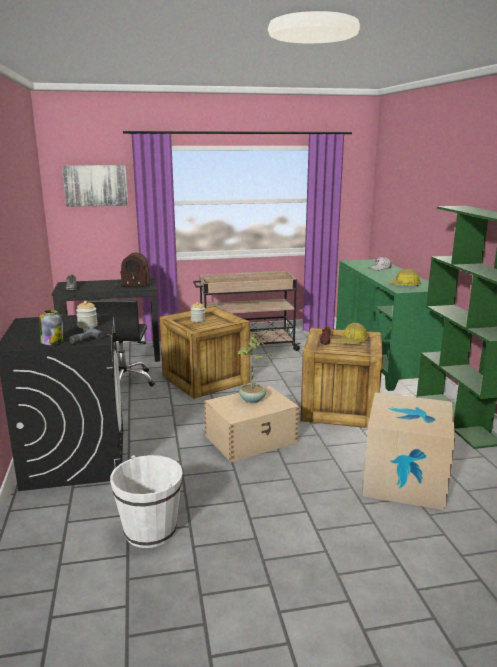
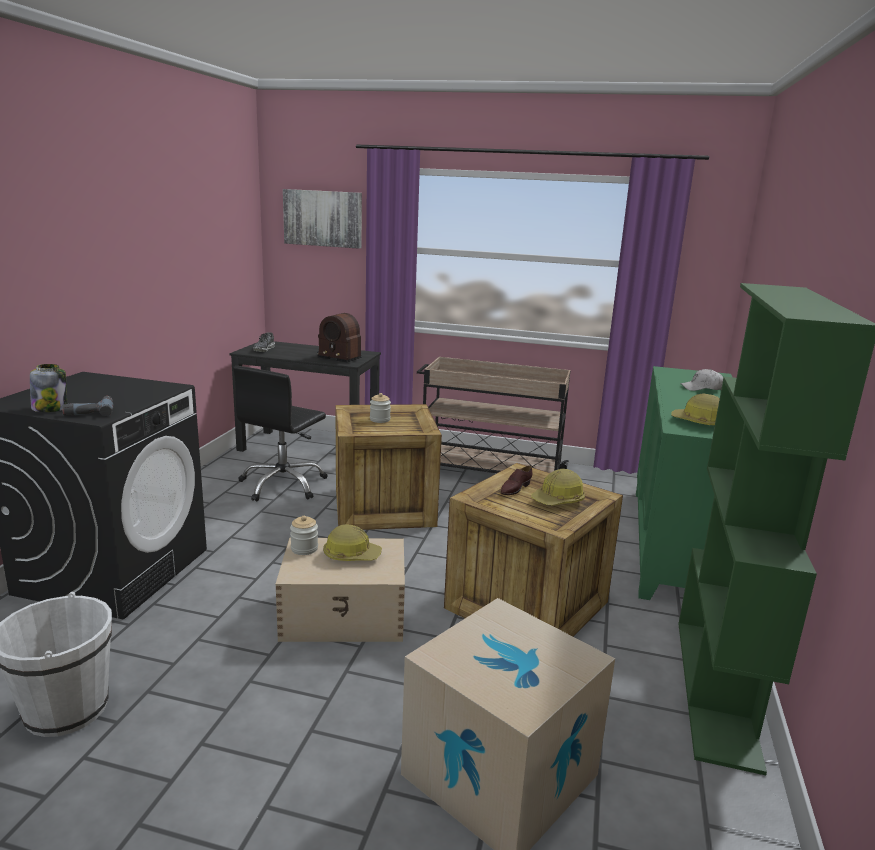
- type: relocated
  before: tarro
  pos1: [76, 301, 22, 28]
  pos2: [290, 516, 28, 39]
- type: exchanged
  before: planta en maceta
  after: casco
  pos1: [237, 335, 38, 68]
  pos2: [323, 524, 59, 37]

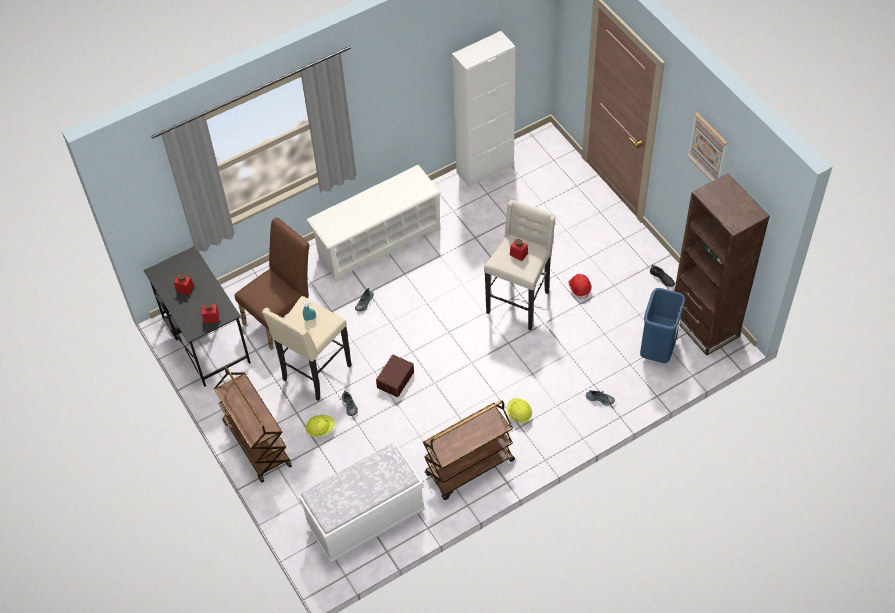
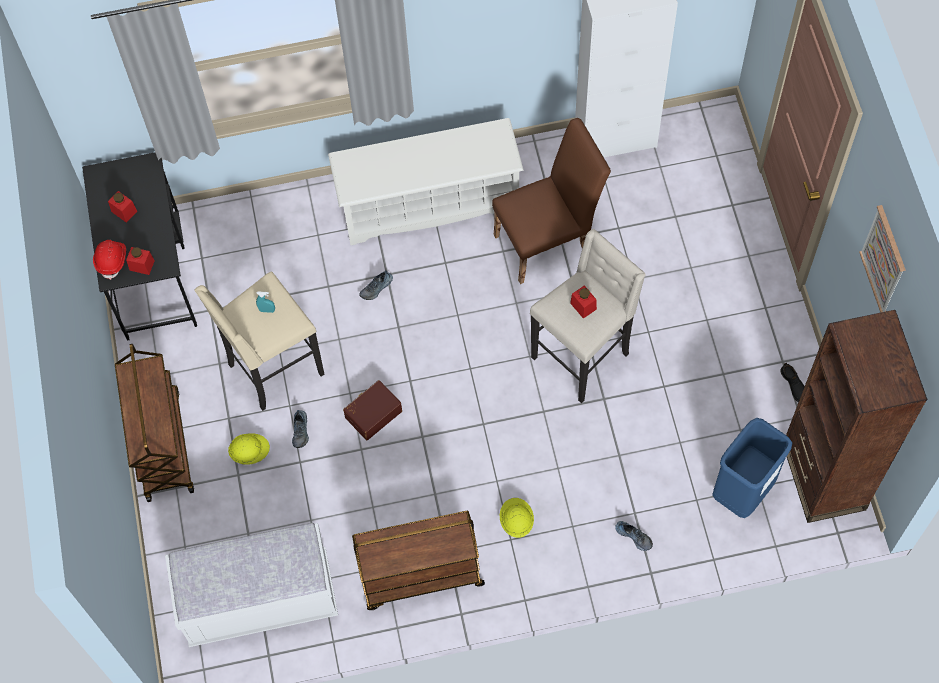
- type: relocated
  before: casco [rojo]
  pos1: [569, 274, 23, 25]
  pos2: [93, 240, 33, 40]
- type: relocated
  before: silla [marrón]
  pos1: [235, 218, 74, 132]
  pos2: [492, 118, 119, 166]

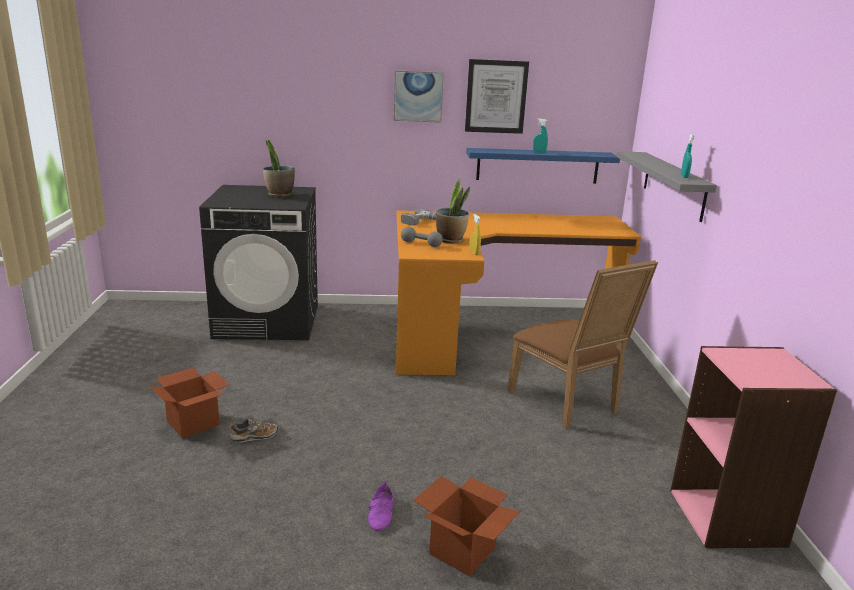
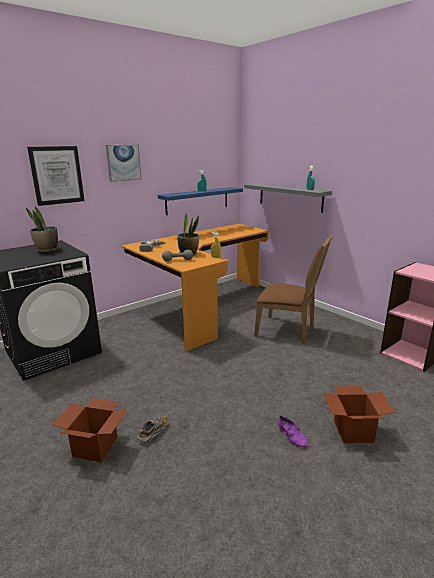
- type: relocated
  before: cuadro
  pos1: [465, 59, 64, 75]
  pos2: [27, 146, 58, 60]

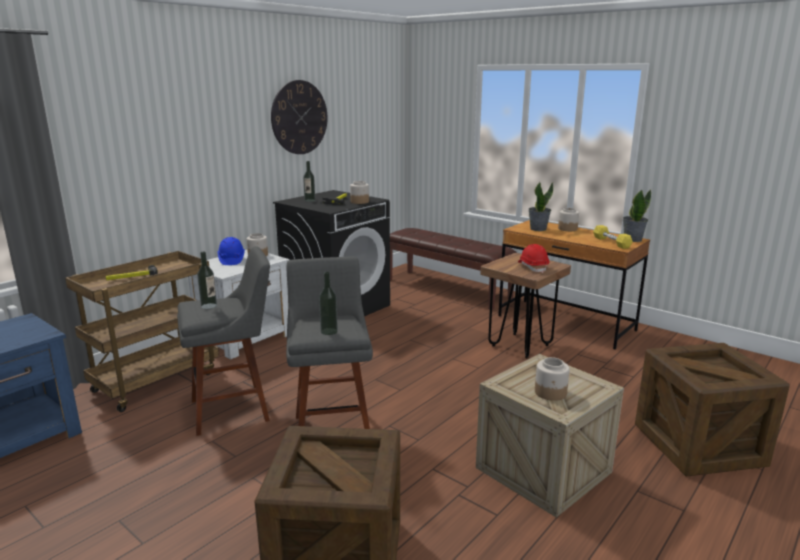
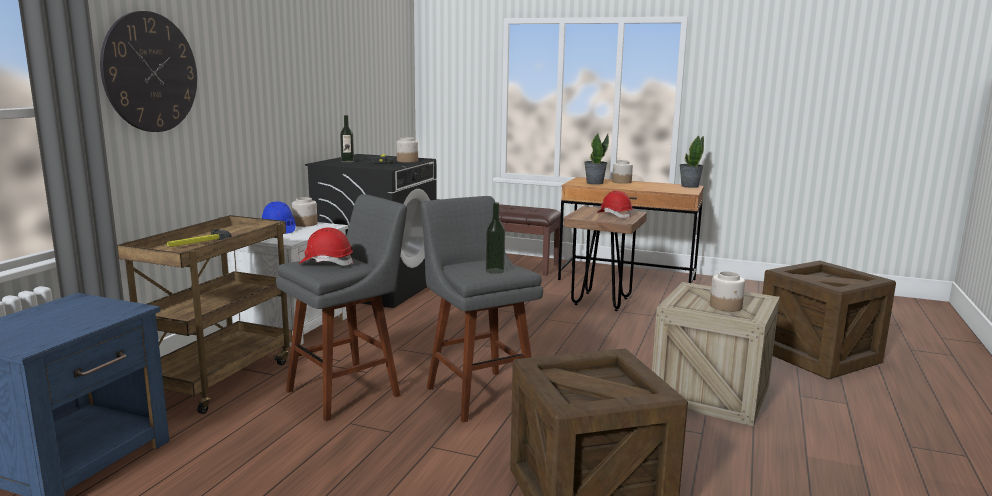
- type: relocated
  before: reloj de pared
  pos1: [271, 80, 57, 74]
  pos2: [100, 11, 97, 121]
- type: exchanged
  before: botella
  after: casco [rojo]
  pos1: [197, 252, 20, 57]
  pos2: [299, 227, 54, 38]
- type: missing
  before: mancuerna [amarillo]
  pos1: [593, 225, 40, 24]

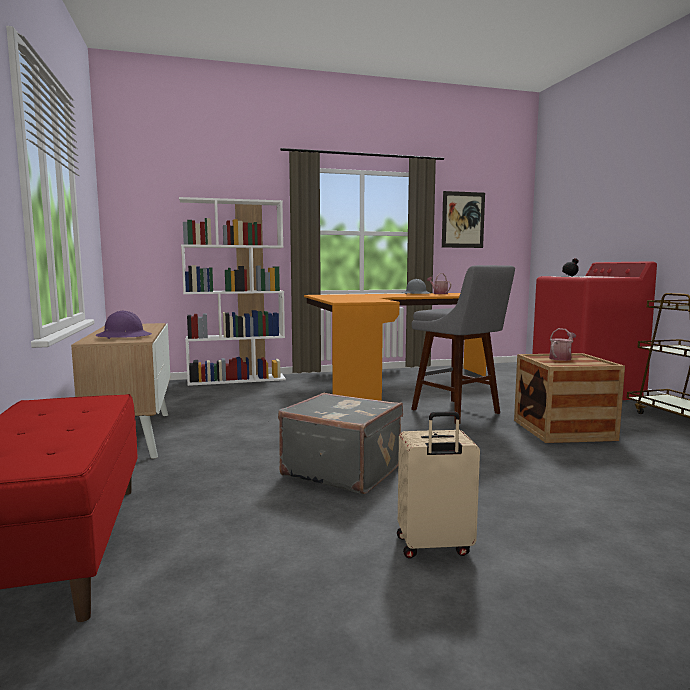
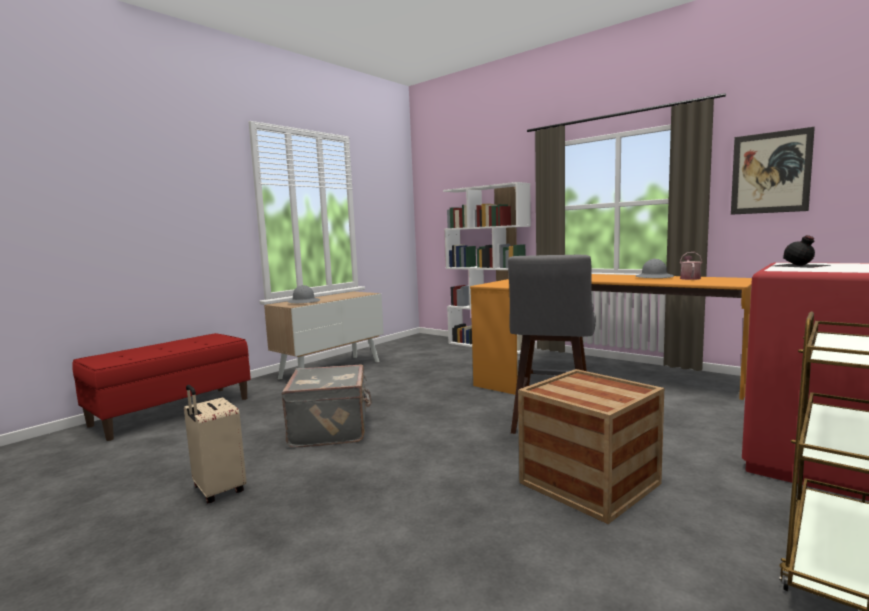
- type: colour
  before: casco [morado]
  after: casco [gris]
  pos1: [96, 311, 56, 28]
  pos2: [287, 285, 33, 18]
- type: missing
  before: regadera
  pos1: [549, 328, 27, 33]

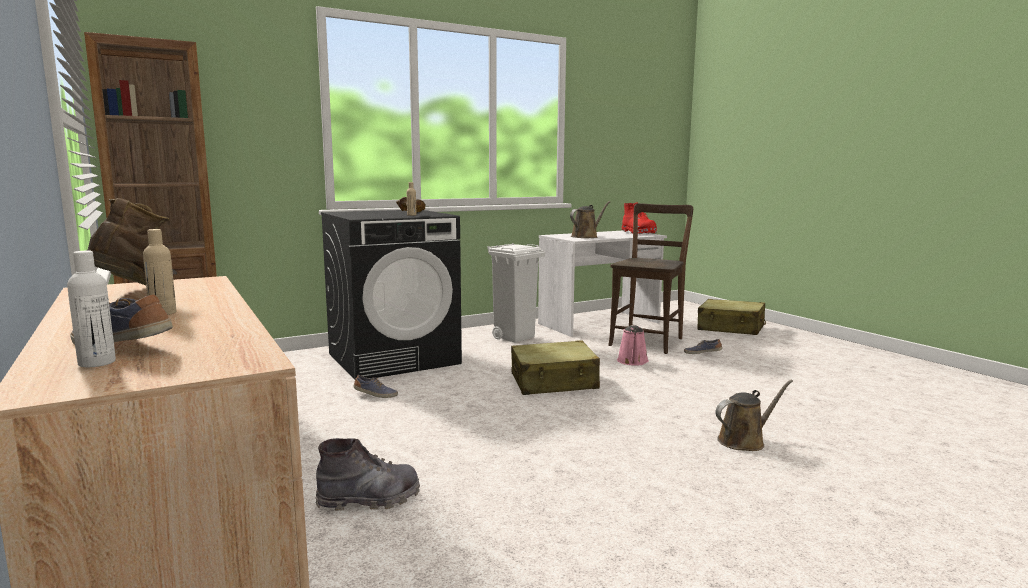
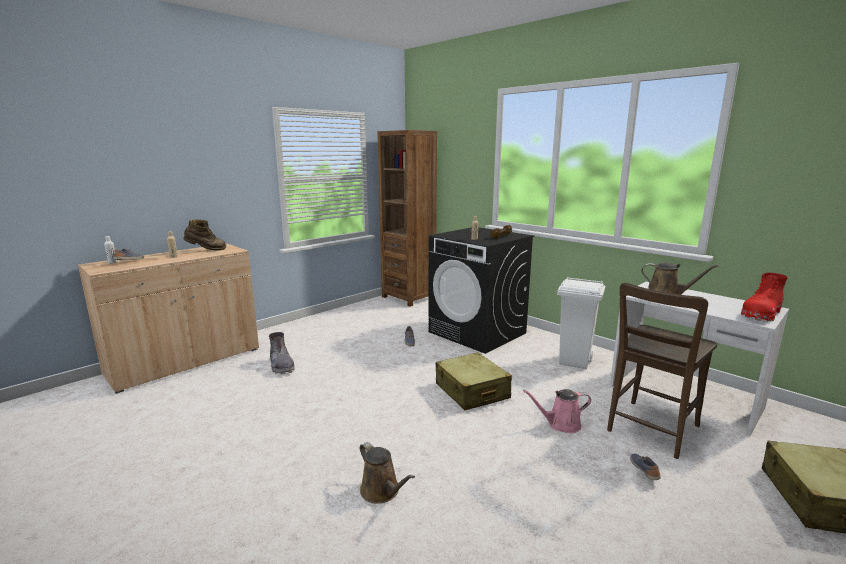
- type: spun
  before: silla [marrón]
  pos1: [608, 203, 85, 151]
  pos2: [607, 283, 110, 176]
  turn: 120

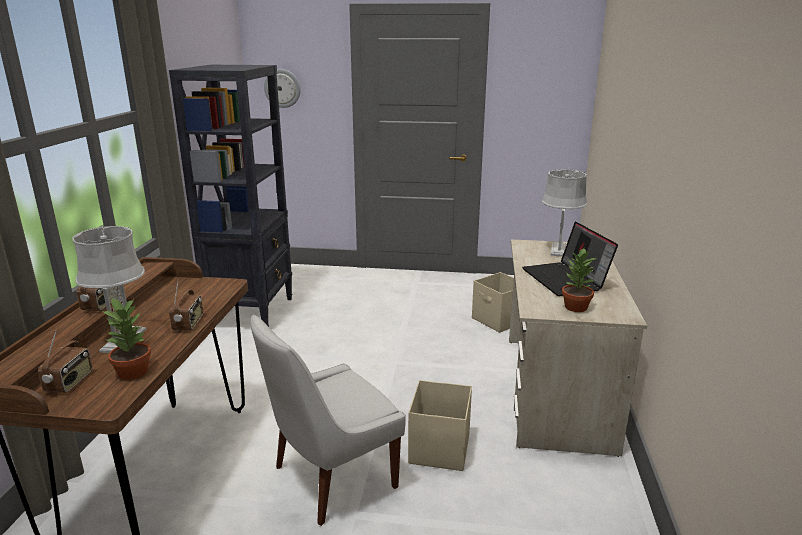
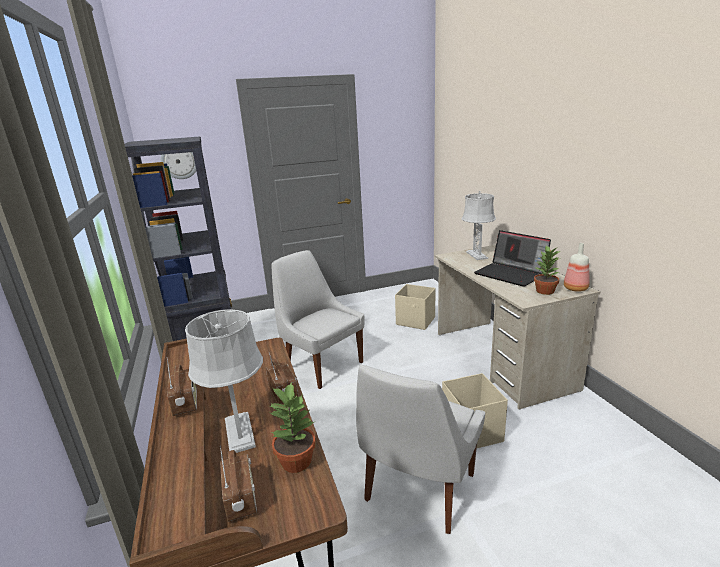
- type: appeared
  after: silla [blanco]
  pos2: [271, 250, 93, 139]
- type: appeared
  after: botella
  pos2: [564, 243, 26, 49]

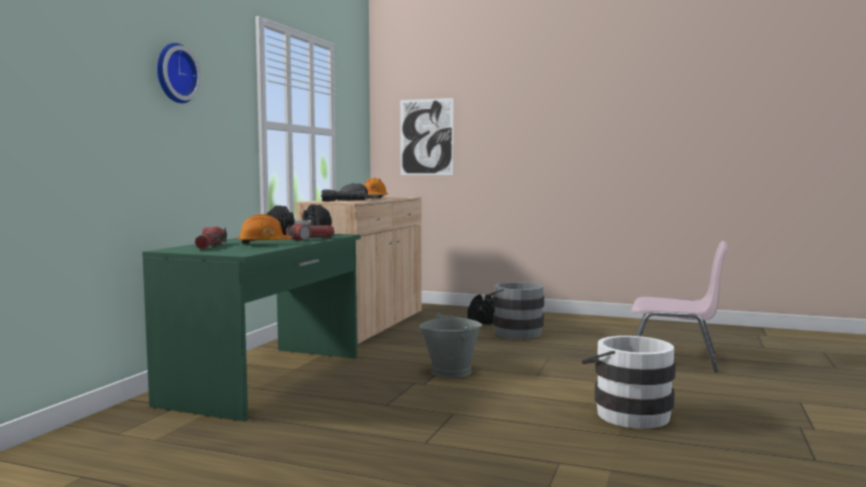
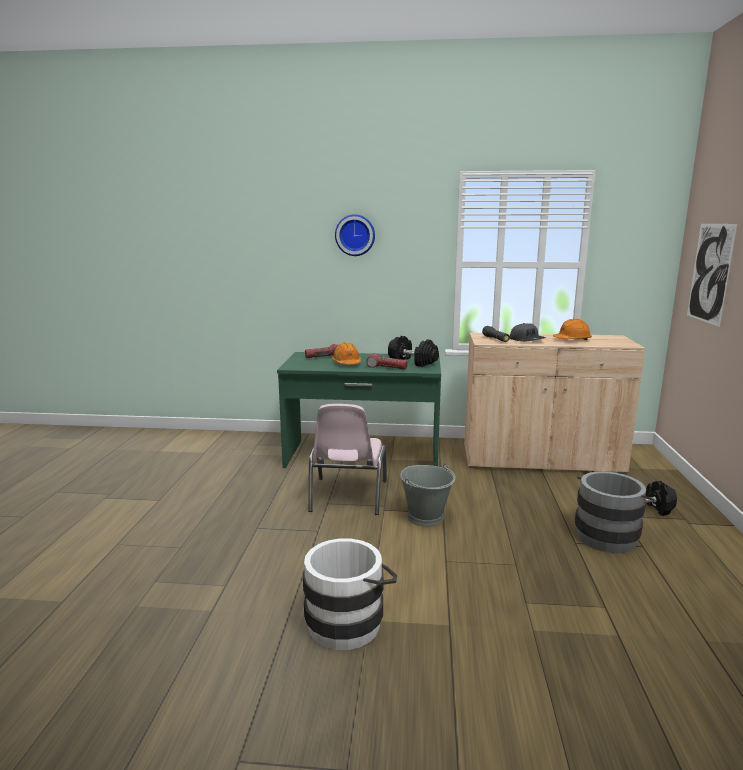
- type: relocated
  before: silla [rosa]
  pos1: [631, 241, 96, 131]
  pos2: [308, 404, 79, 111]

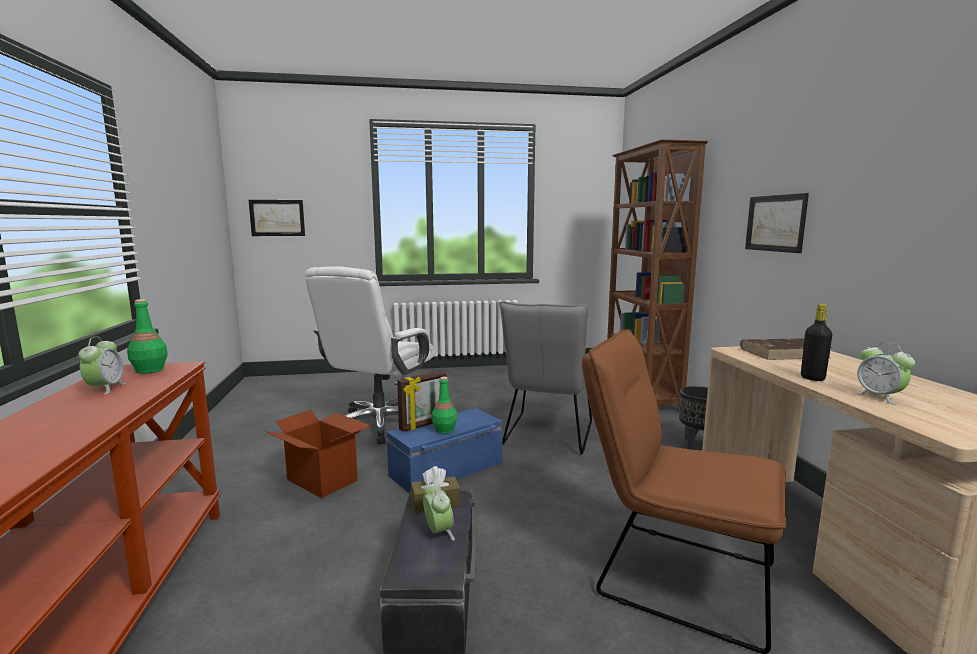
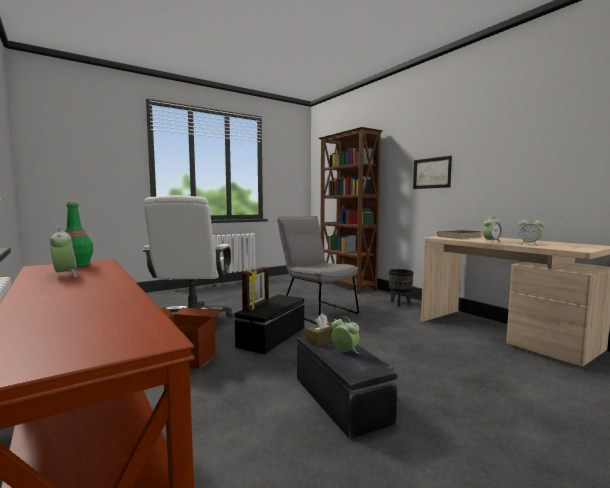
- type: colour
  before: caja de almacenaje [azul]
  after: caja de almacenaje [negro]
  pos1: [386, 408, 117, 85]
  pos2: [235, 295, 69, 59]
- type: spun
  before: silla [gris]
  pos1: [499, 301, 93, 153]
  pos2: [277, 216, 82, 109]
  turn: 150
- type: exchanged
  before: botella [negro]
  after: despertador
  pos1: [801, 304, 31, 77]
  pos2: [483, 216, 19, 27]
- type: missing
  before: cuadro
  pos1: [249, 200, 56, 36]
- type: missing
  before: botella [verde]
  pos1: [432, 377, 26, 57]
- type: missing
  before: silla [marrón]
  pos1: [582, 329, 204, 325]

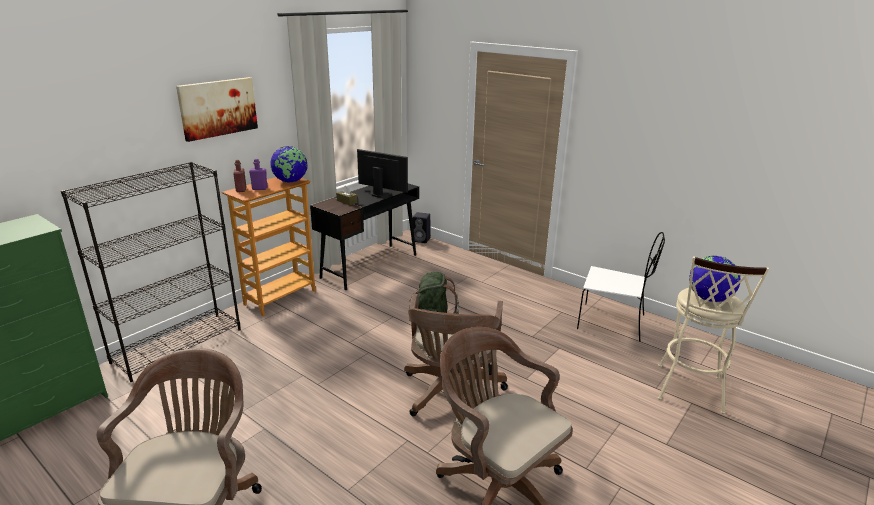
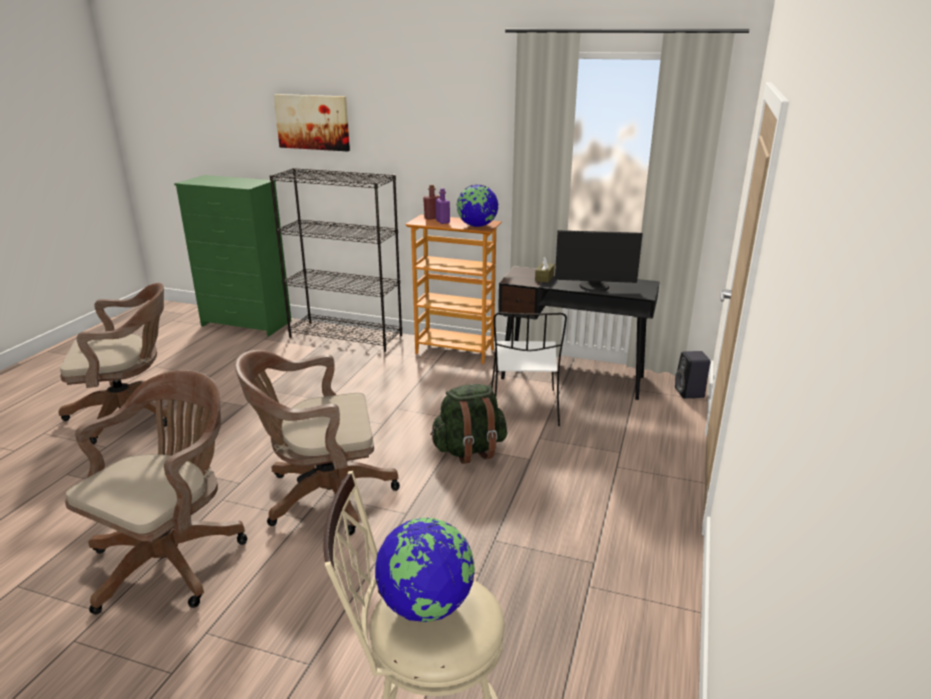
- type: relocated
  before: cuadro
  pos1: [176, 77, 82, 65]
  pos2: [274, 94, 76, 57]
- type: relocated
  before: silla [blanco]
  pos1: [577, 232, 88, 110]
  pos2: [491, 312, 76, 114]
- type: spun
  before: monitor
  pos1: [357, 149, 51, 49]
  pos2: [555, 230, 88, 62]
  turn: 90

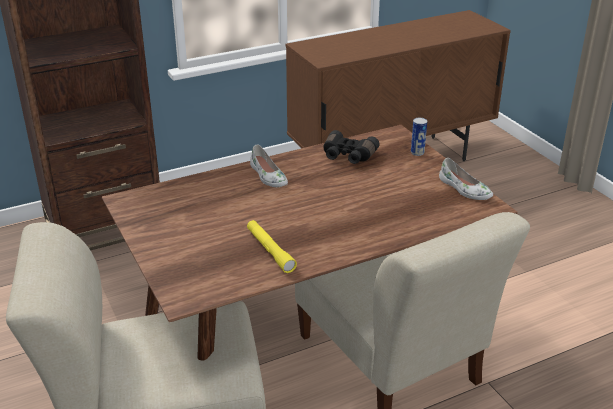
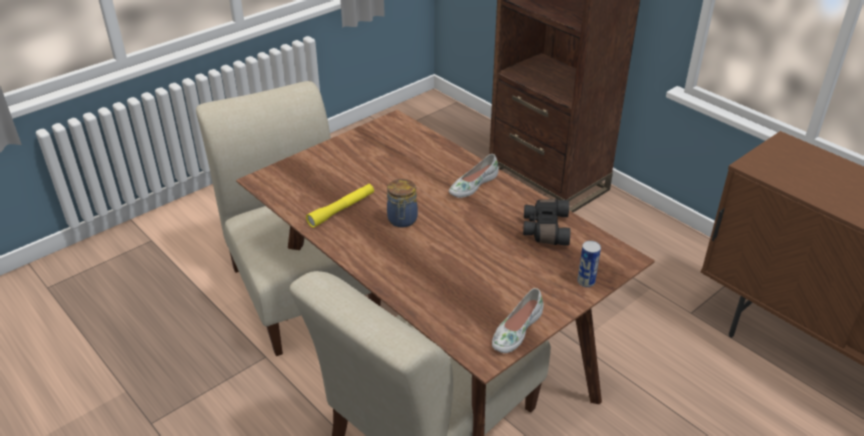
- type: appeared
  after: tarro
  pos2: [387, 179, 31, 49]

